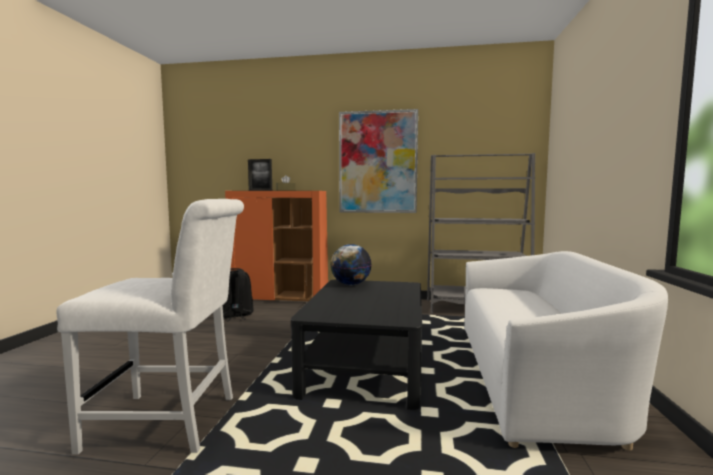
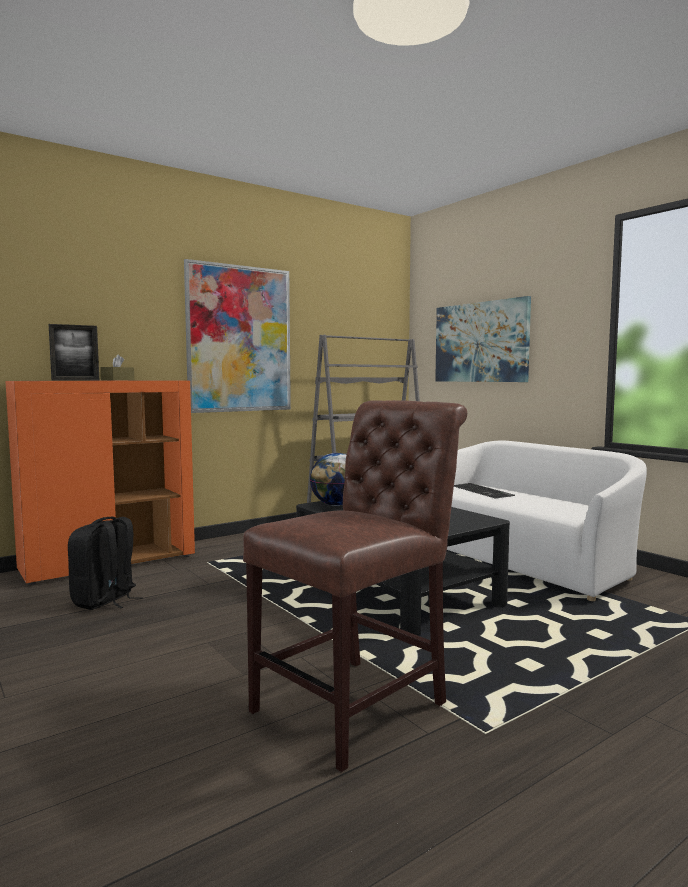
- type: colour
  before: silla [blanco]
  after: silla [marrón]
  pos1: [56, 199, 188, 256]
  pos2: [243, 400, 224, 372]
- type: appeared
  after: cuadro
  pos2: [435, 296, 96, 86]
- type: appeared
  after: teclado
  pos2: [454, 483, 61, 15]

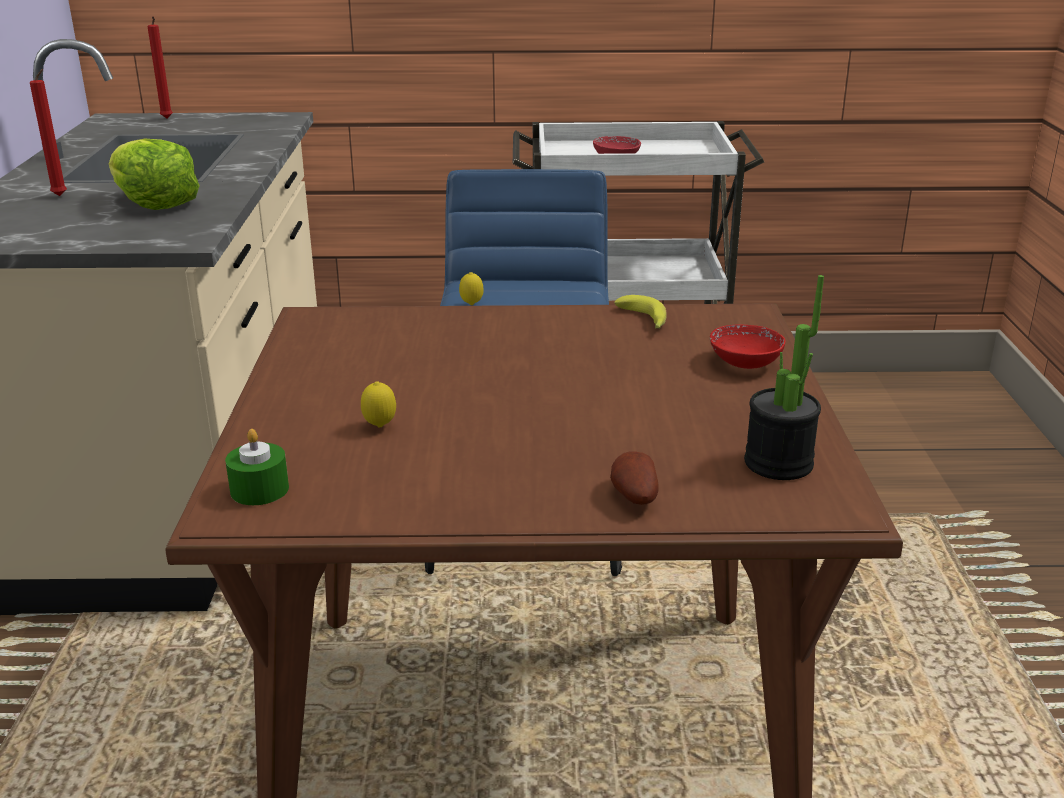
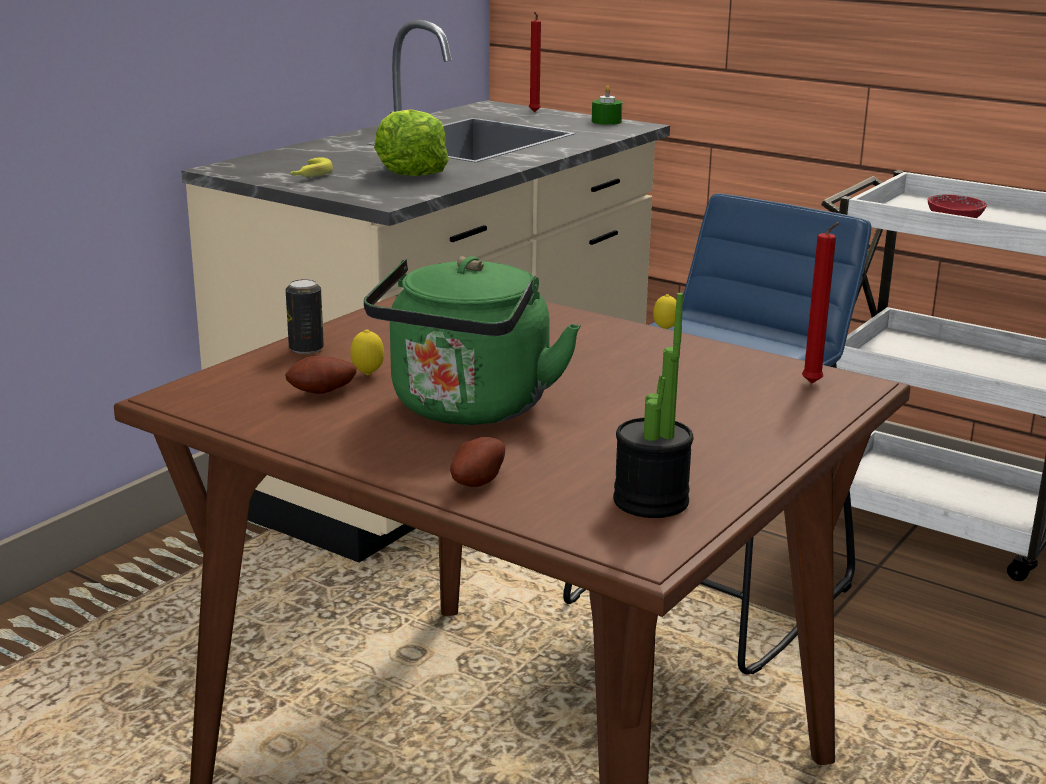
- type: appeared
  after: patata
  pos2: [285, 356, 72, 38]
- type: appeared
  after: lata
  pos2: [286, 279, 38, 75]
- type: relocated
  before: plátano
  pos1: [614, 295, 53, 34]
  pos2: [290, 157, 43, 20]
- type: appeared
  after: hervidor [verde]
  pos2: [364, 256, 216, 169]
- type: relocated
  before: vela [verde]
  pos1: [225, 429, 64, 76]
  pos2: [592, 85, 30, 40]
- type: relocated
  before: vela [rojo]
  pos1: [30, 69, 37, 127]
  pos2: [802, 222, 38, 161]
- type: missing
  before: cuenco [rojo]
  pos1: [710, 324, 76, 45]

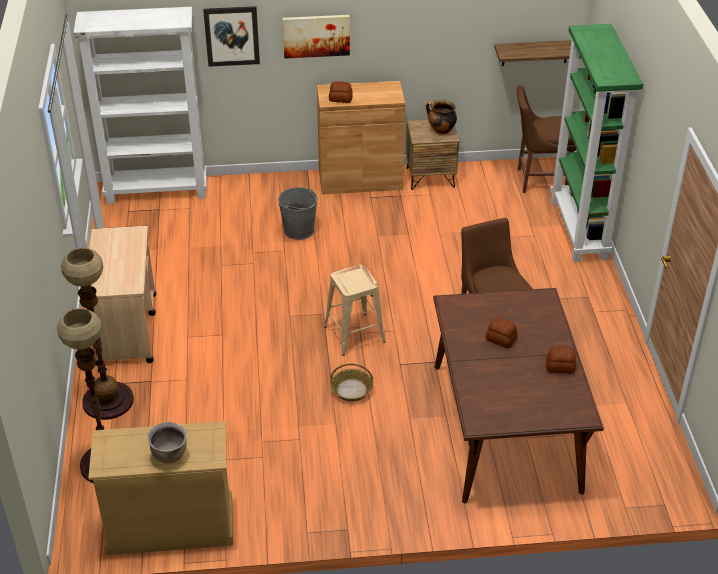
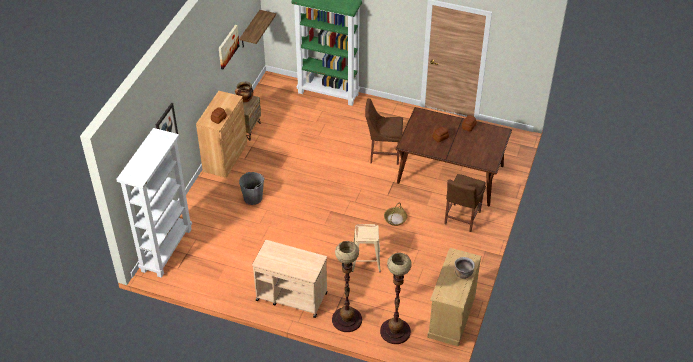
- type: relocated
  before: cuadro
  pos1: [283, 15, 67, 44]
  pos2: [219, 25, 20, 44]
- type: relocated
  before: taburete [beis]
  pos1: [324, 265, 62, 91]
  pos2: [352, 224, 29, 48]
- type: relocated
  before: silla [marrón]
  pos1: [517, 85, 59, 108]
  pos2: [444, 174, 42, 58]

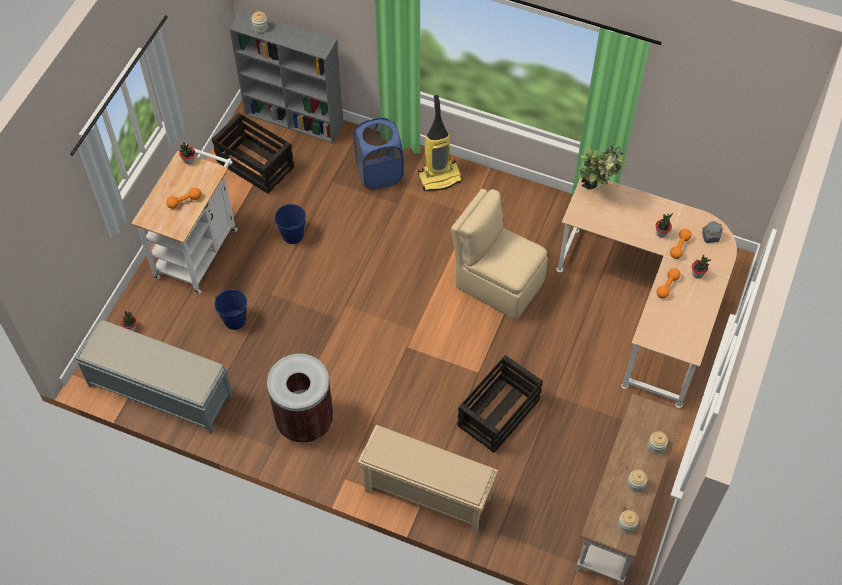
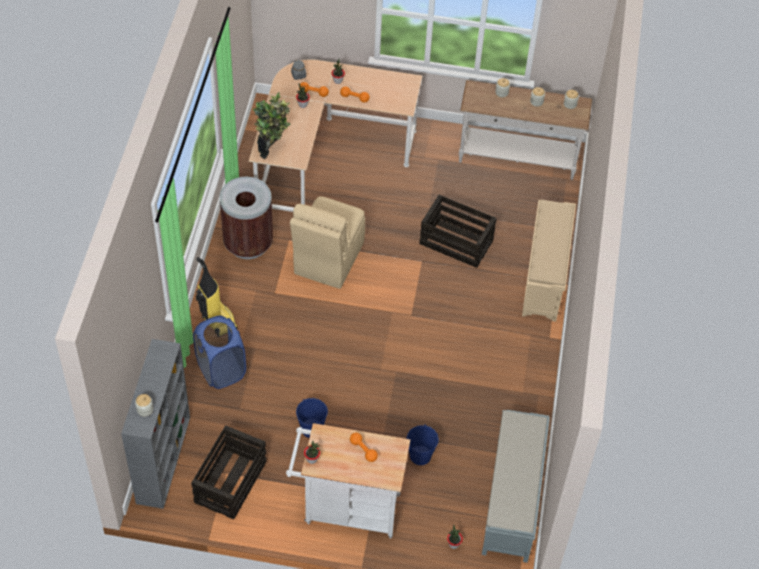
- type: relocated
  before: papelera [marrón]
  pos1: [267, 354, 67, 89]
  pos2: [220, 177, 53, 82]

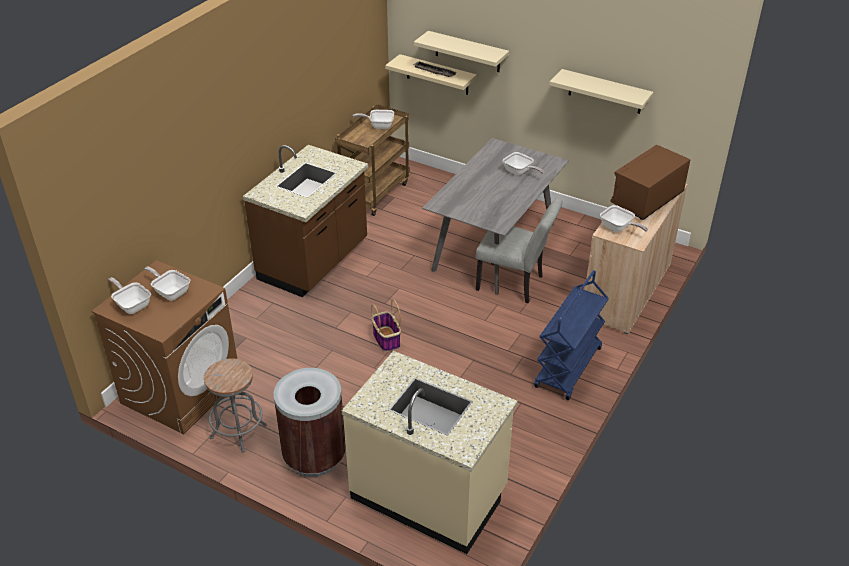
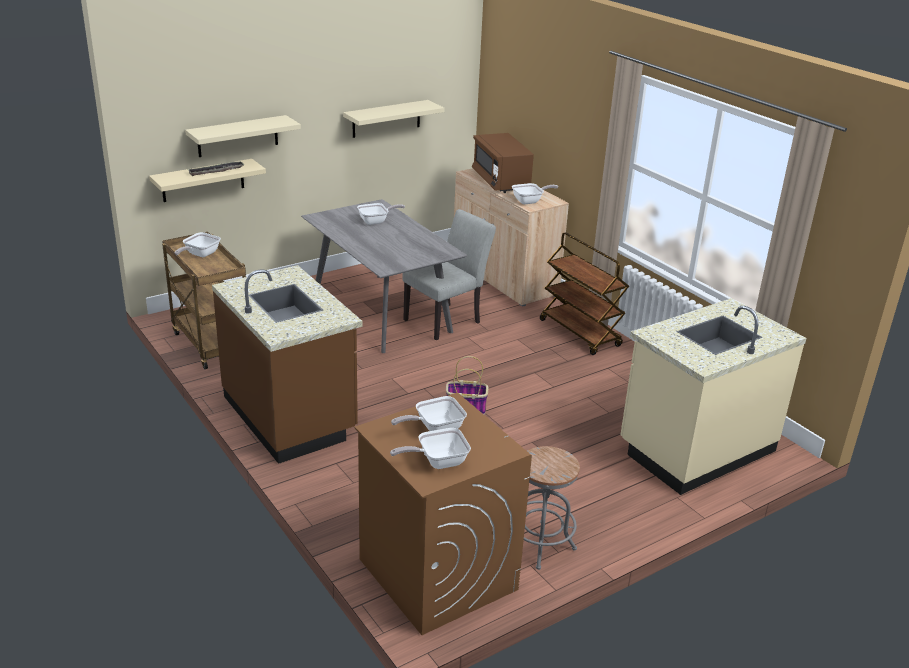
- type: colour
  before: carrito [azul]
  after: carrito [marrón]
  pos1: [534, 270, 75, 130]
  pos2: [540, 232, 89, 123]
- type: missing
  before: papelera [marrón]
  pos1: [274, 368, 72, 109]

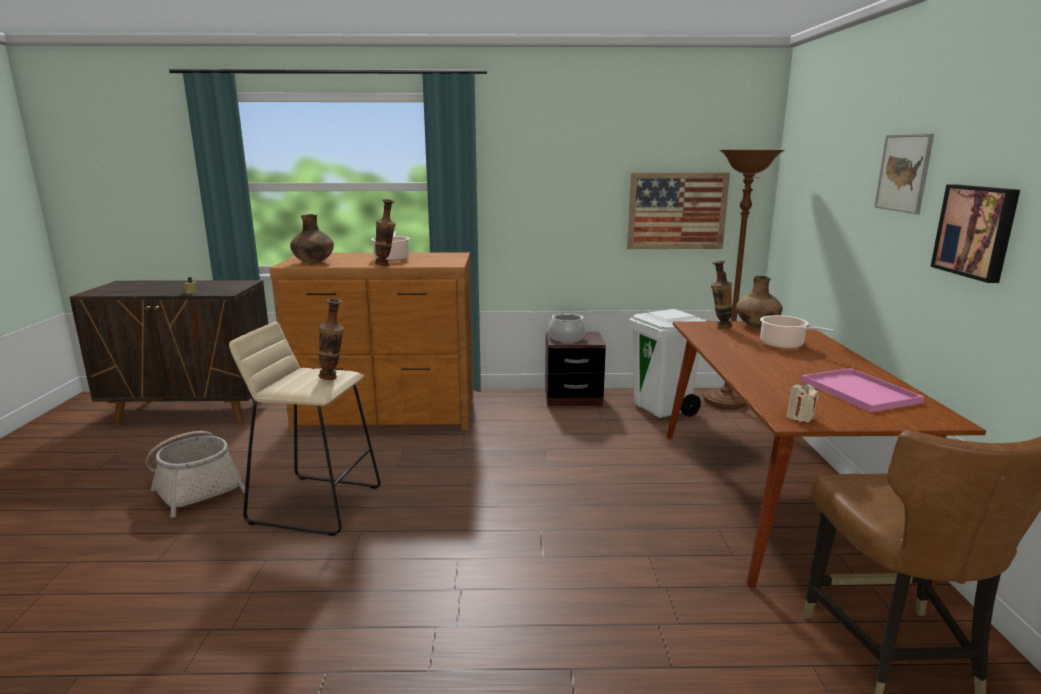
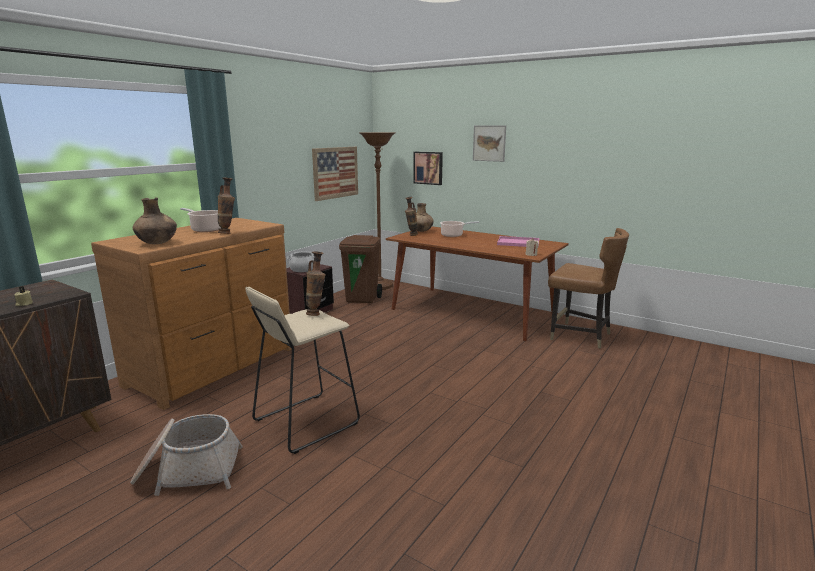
- type: colour
  before: papelera [blanco]
  after: papelera [marrón]
  pos1: [629, 309, 79, 109]
  pos2: [339, 235, 43, 68]
- type: relocated
  before: cuadro
  pos1: [930, 184, 90, 99]
  pos2: [413, 152, 30, 33]

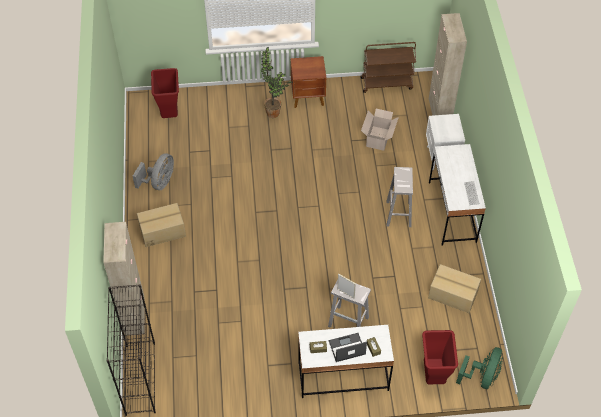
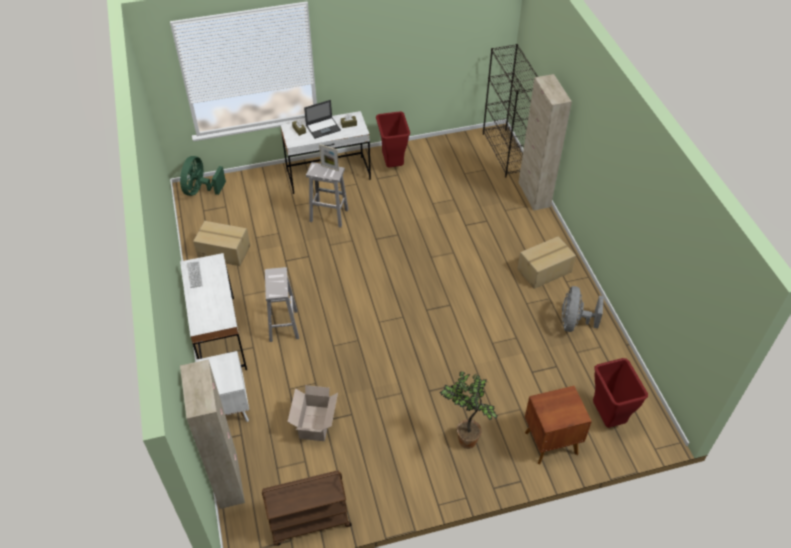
- type: relocated
  before: papelera [rojo]
  pos1: [422, 330, 36, 54]
  pos2: [376, 111, 34, 56]
- type: relocated
  before: mesita de noche [marrón]
  pos1: [290, 56, 36, 52]
  pos2: [525, 386, 67, 79]

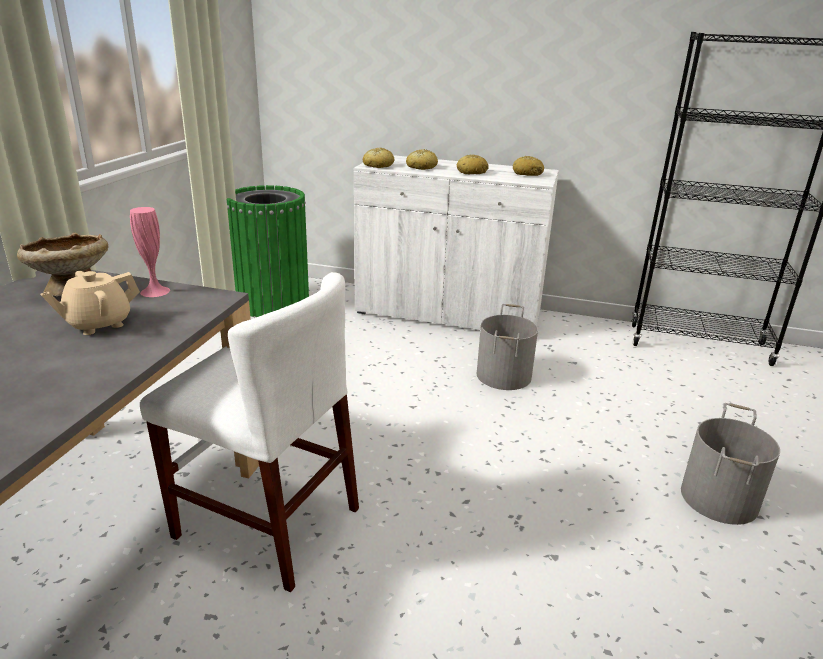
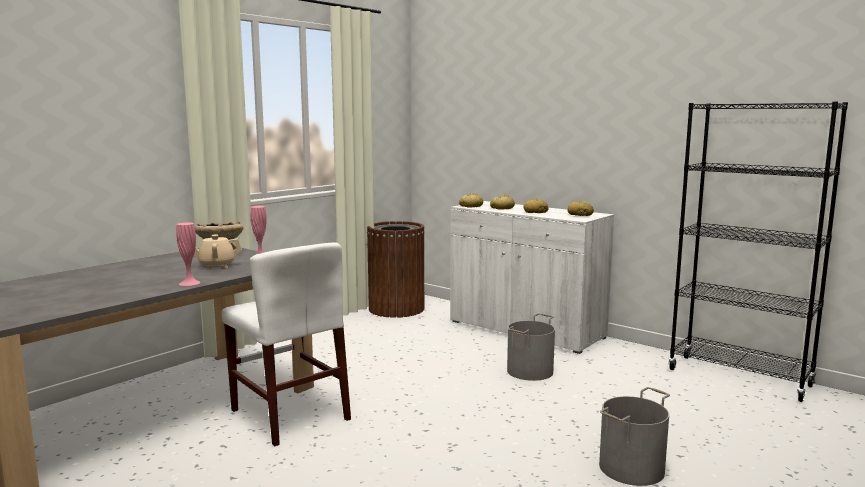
- type: appeared
  after: florero [rosa]
  pos2: [176, 223, 24, 63]
- type: colour
  before: papelera [verde]
  after: papelera [marrón]
  pos1: [227, 185, 82, 132]
  pos2: [367, 221, 58, 97]

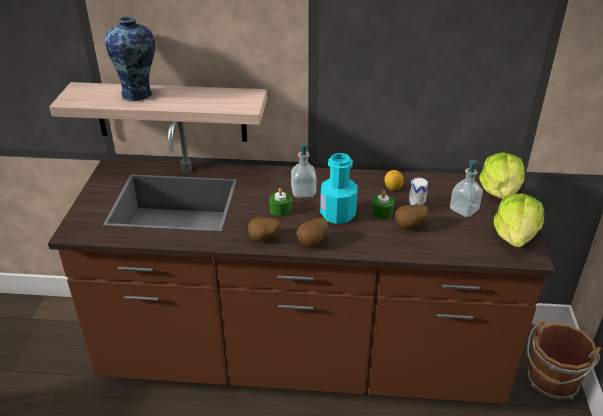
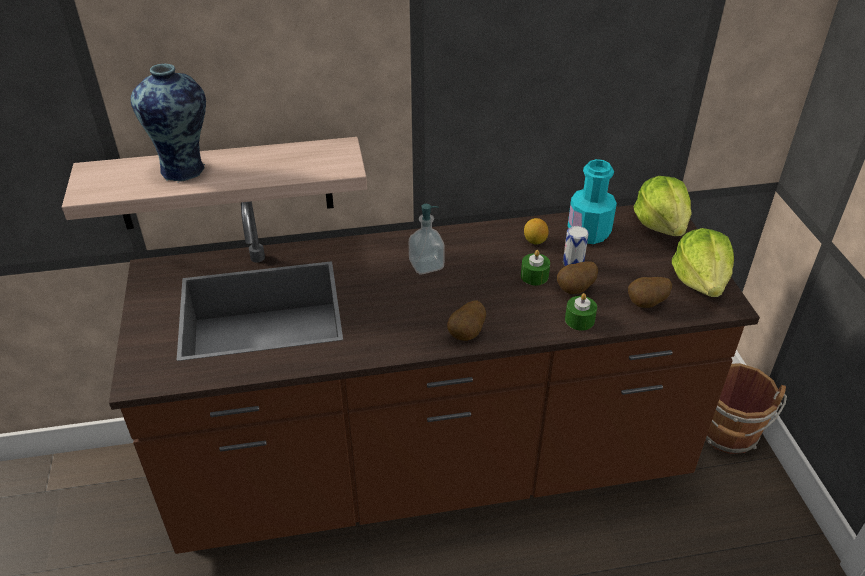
- type: relocated
  before: vela [verde]
  pos1: [269, 188, 23, 28]
  pos2: [565, 293, 32, 38]
- type: relocated
  before: botella [turquesa]
  pos1: [320, 153, 38, 71]
  pos2: [568, 159, 49, 85]
- type: relocated
  before: patata
  pos1: [248, 217, 33, 24]
  pos2: [628, 277, 44, 31]
- type: missing
  before: dispensador de jabón
  pos1: [450, 159, 33, 58]

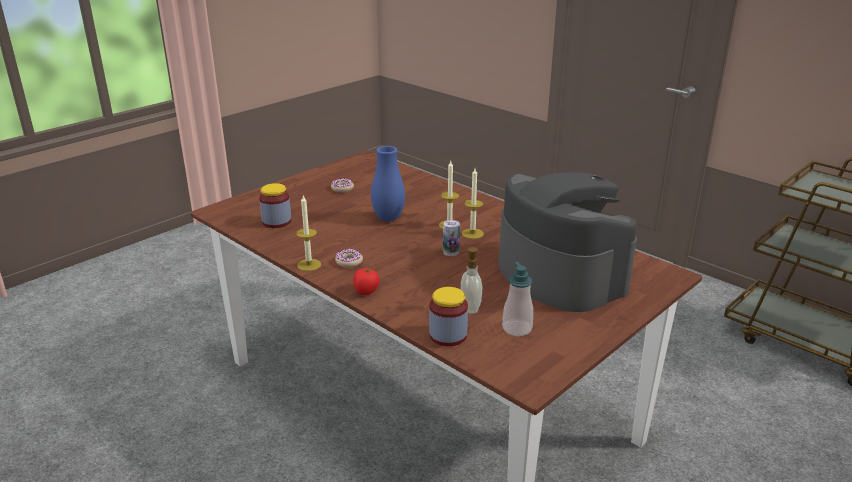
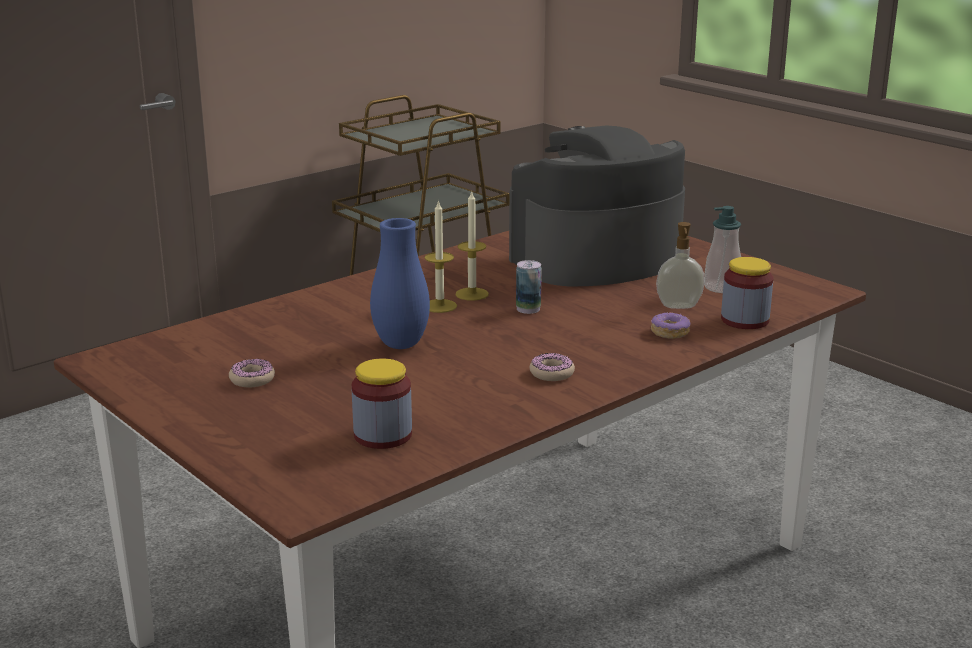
- type: appeared
  after: rosquilla
  pos2: [651, 312, 39, 27]
- type: missing
  before: vela
  pos1: [296, 196, 25, 75]
- type: missing
  before: tomate
  pos1: [353, 268, 27, 27]

